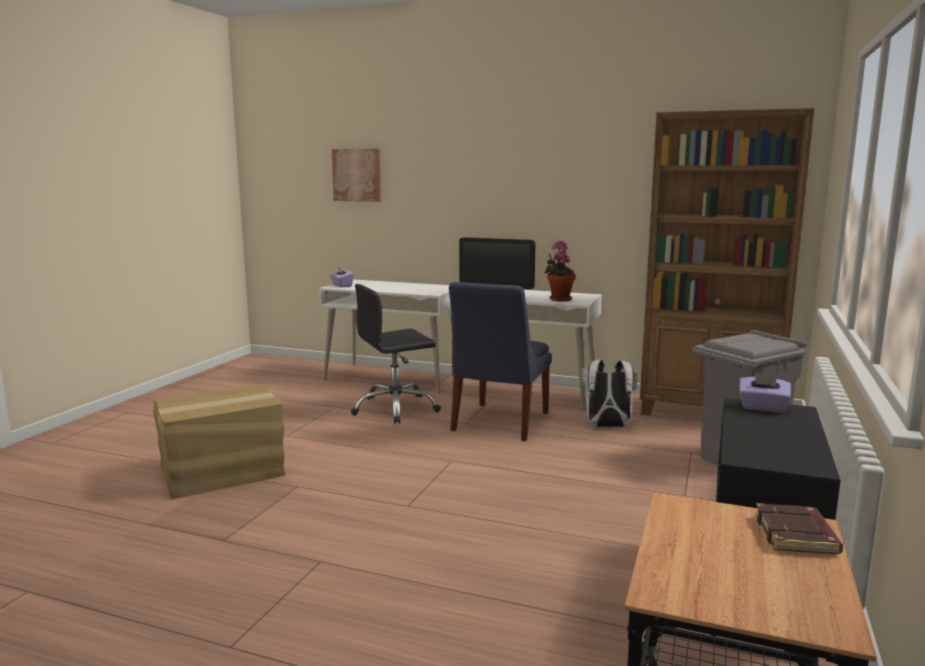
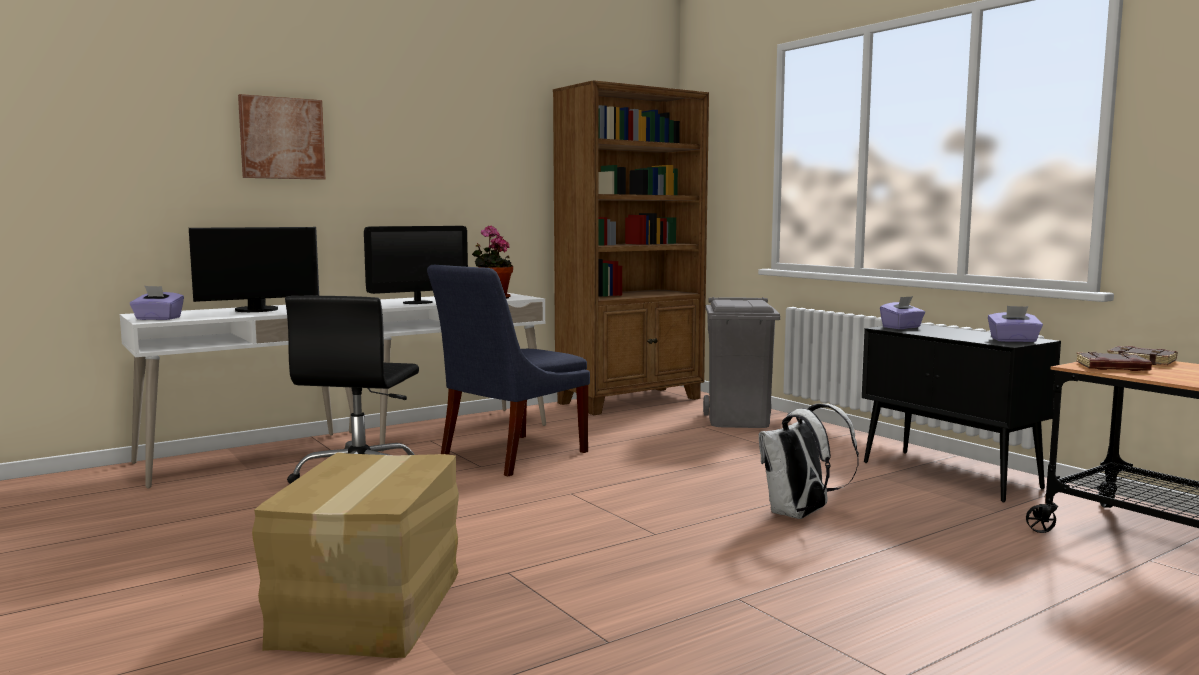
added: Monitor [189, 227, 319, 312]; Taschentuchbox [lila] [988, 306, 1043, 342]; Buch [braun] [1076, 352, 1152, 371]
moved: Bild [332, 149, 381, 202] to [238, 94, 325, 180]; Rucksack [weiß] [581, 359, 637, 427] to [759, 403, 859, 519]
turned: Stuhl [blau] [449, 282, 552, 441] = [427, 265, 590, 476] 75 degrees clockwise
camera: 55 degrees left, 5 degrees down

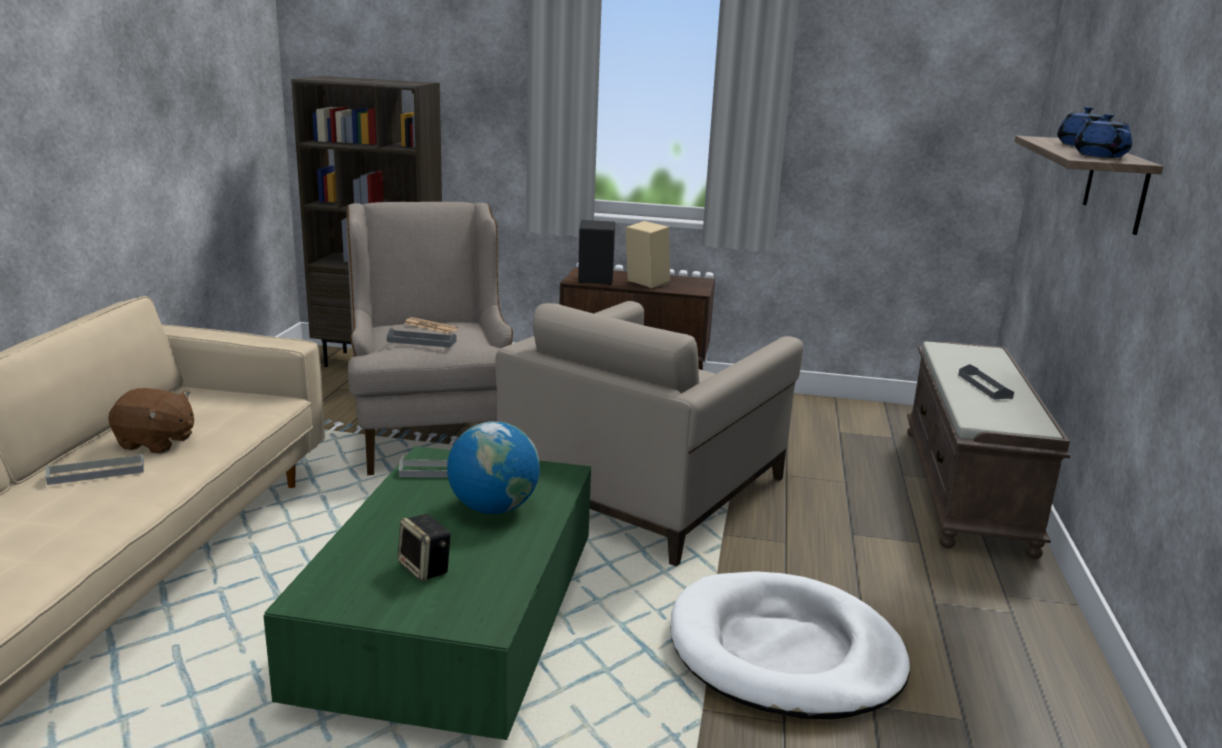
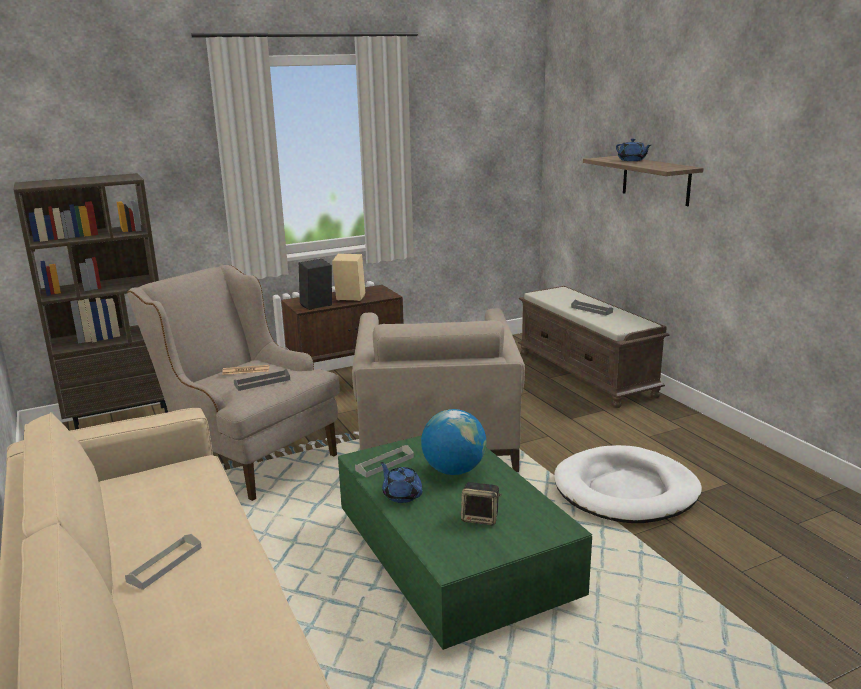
removed: Plüschtier [braun] [108, 388, 194, 454]
moved: Teekanne [blau] [1074, 114, 1132, 158] to [380, 462, 423, 503]
camera: 35 degrees left, 0 degrees up

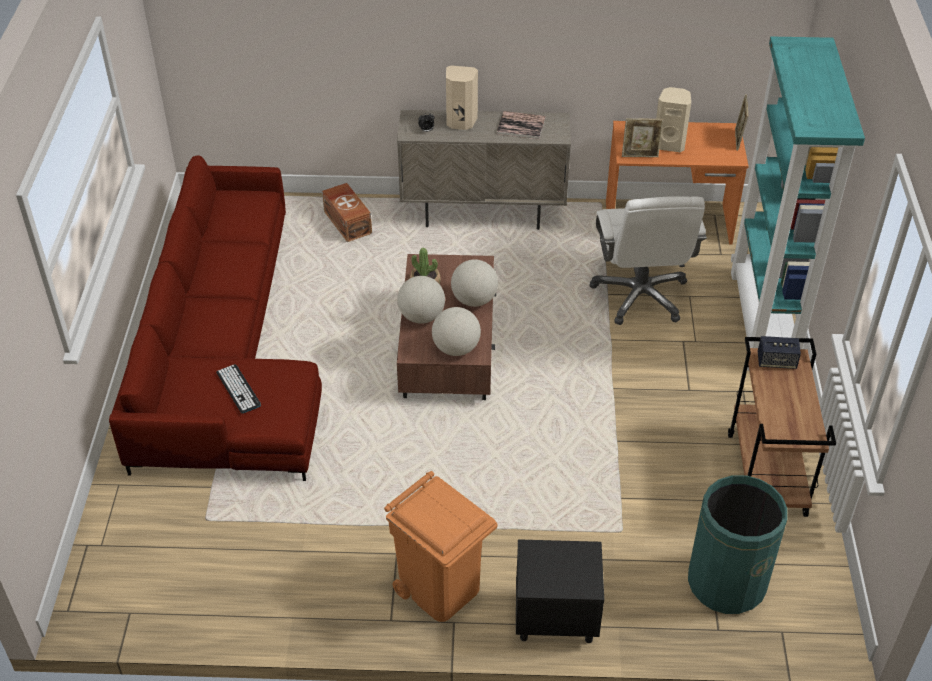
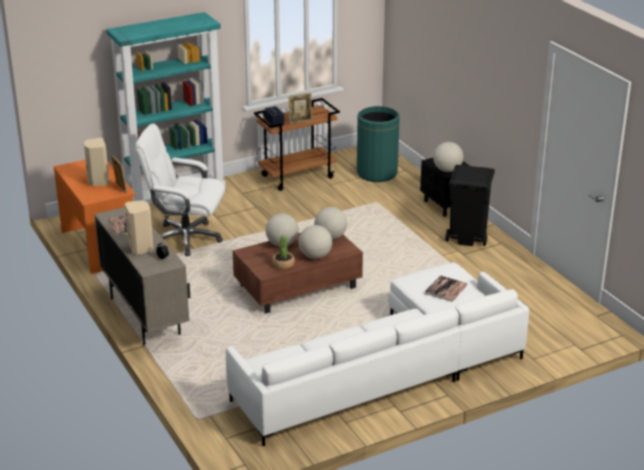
removed: Aufbewahrungsbox [braun] [322, 183, 372, 242]
added: Globus [433, 142, 464, 172]
moved: Bilderrahmen [735, 94, 748, 151] to [289, 93, 312, 124]
replaced: Tastatur [216, 364, 261, 413] to Buch [425, 276, 468, 302]
recoloured: Sofa [rot] [109, 155, 322, 481] to Sofa [weiß] [226, 262, 529, 446]; Mülleimer [orange] [384, 471, 498, 622] to Mülleimer [schwarz] [446, 165, 495, 246]
turned: Bürostuhl [weiß] [589, 197, 707, 325] = [135, 124, 225, 256] 135 degrees counterclockwise
camera: 120 degrees left, 15 degrees down

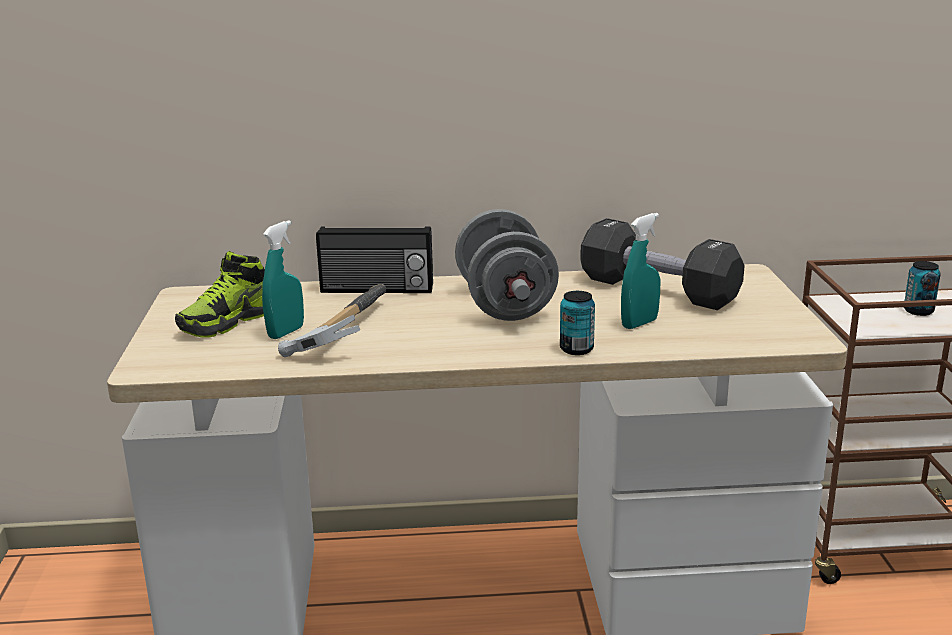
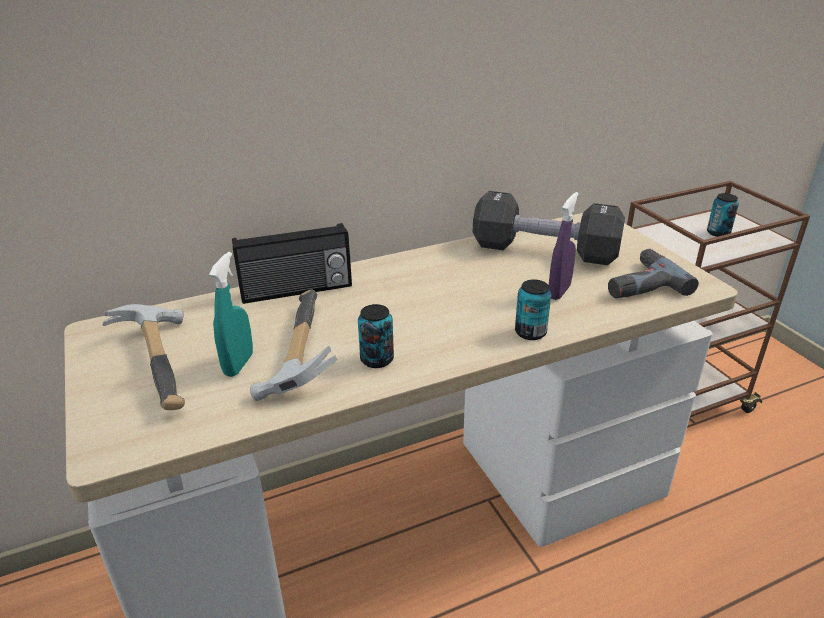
removed: Hantel [grau] [455, 209, 559, 321]
added: Dose [358, 304, 394, 368]; Bohrmaschine [608, 249, 699, 298]
replaced: Schuh [175, 251, 265, 338] to Hammer [102, 304, 185, 410]
recoloured: Sprühflasche [türkis] [621, 213, 660, 329] to Sprühflasche [lila] [549, 192, 579, 300]
camera: 20 degrees left, 10 degrees up

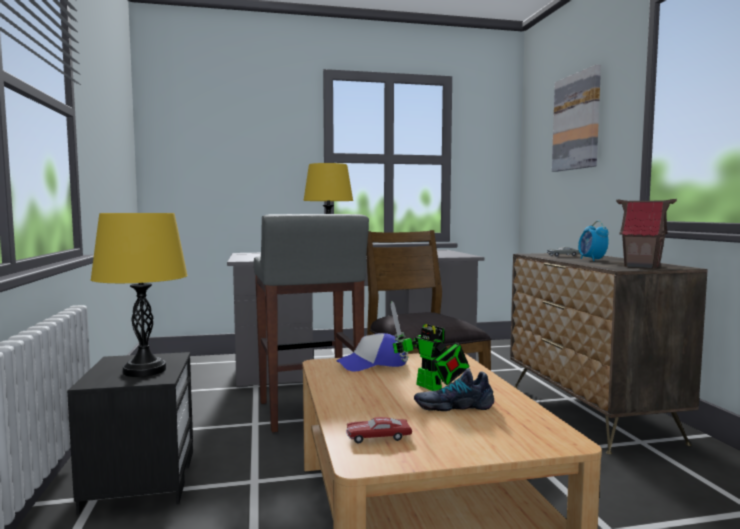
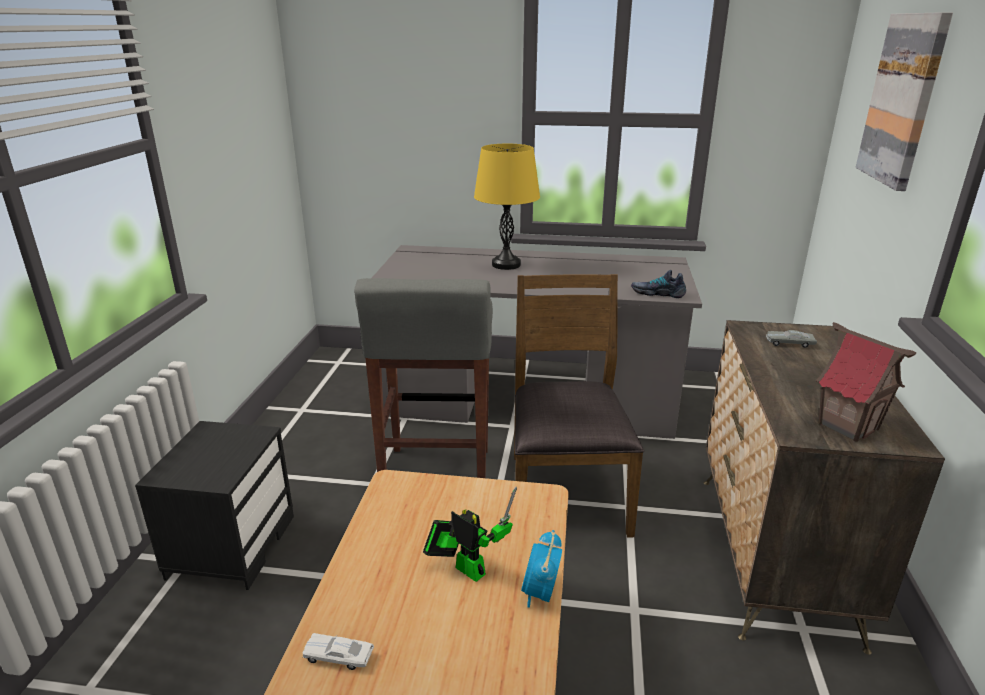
removed: Tischlampe [gelb] [90, 213, 188, 377]; Kappe [337, 333, 406, 372]
moved: Schuh [414, 368, 494, 411] to [631, 270, 686, 298]; Wecker [578, 221, 609, 261] to [521, 530, 562, 608]
recoloured: Spielzeugauto [rot] [346, 417, 412, 444] to Spielzeugauto [weiß] [303, 633, 374, 670]
turned: Spielzeugroboter [390, 301, 469, 391] = [423, 486, 517, 582] 150 degrees clockwise
camera: 20 degrees right, 20 degrees up

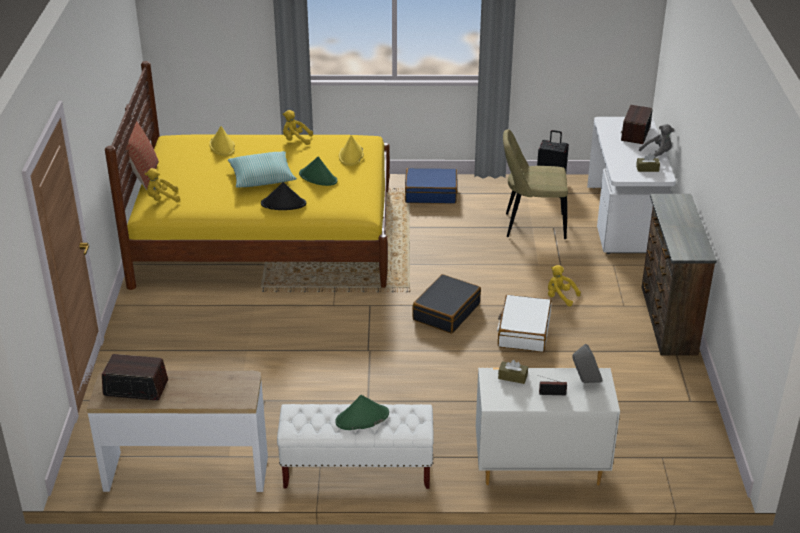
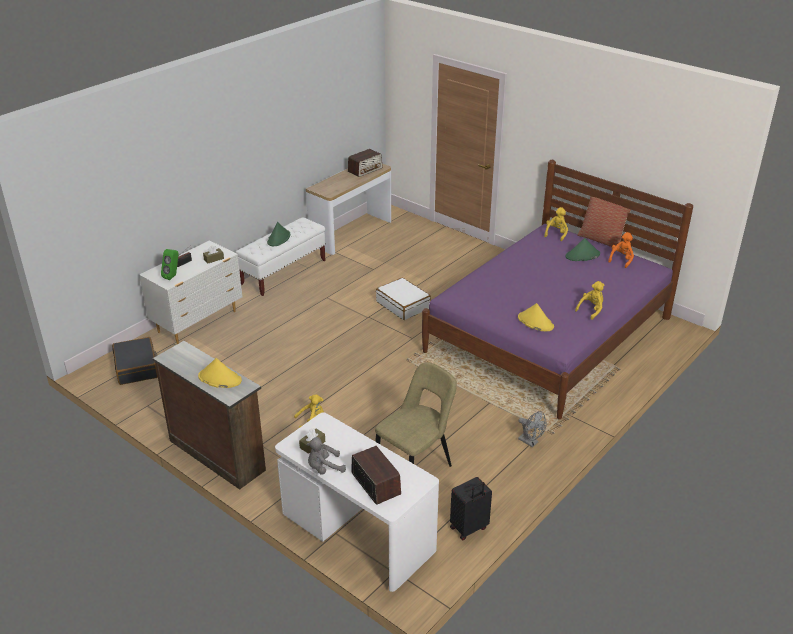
removed: Kissen [228, 151, 297, 188]; Hut [schwarz] [261, 182, 306, 210]
added: Plüschtier [orange] [608, 232, 634, 268]
moved: Hut [gelb] [209, 126, 235, 156] to [198, 358, 242, 388]; Hut [grün] [299, 157, 338, 186] to [566, 238, 600, 261]; Koffer [schwarz] [412, 274, 481, 334] to [112, 337, 158, 385]; Koffer [weiß] [497, 295, 551, 352] to [376, 278, 431, 320]
replaced: Koffer [blau] [405, 168, 458, 204] to Ventilator [grau] [518, 411, 547, 447]
recoloured: Bett [gelb] [105, 61, 390, 290] to Bett [lila] [422, 160, 693, 419]; Lautsprecher [grau] [572, 344, 602, 383] to Lautsprecher [grün] [161, 249, 179, 280]
turned: Plüschtier [grau] [639, 124, 674, 158] = [307, 437, 346, 475] 45 degrees clockwise
camera: 130 degrees right, 0 degrees up

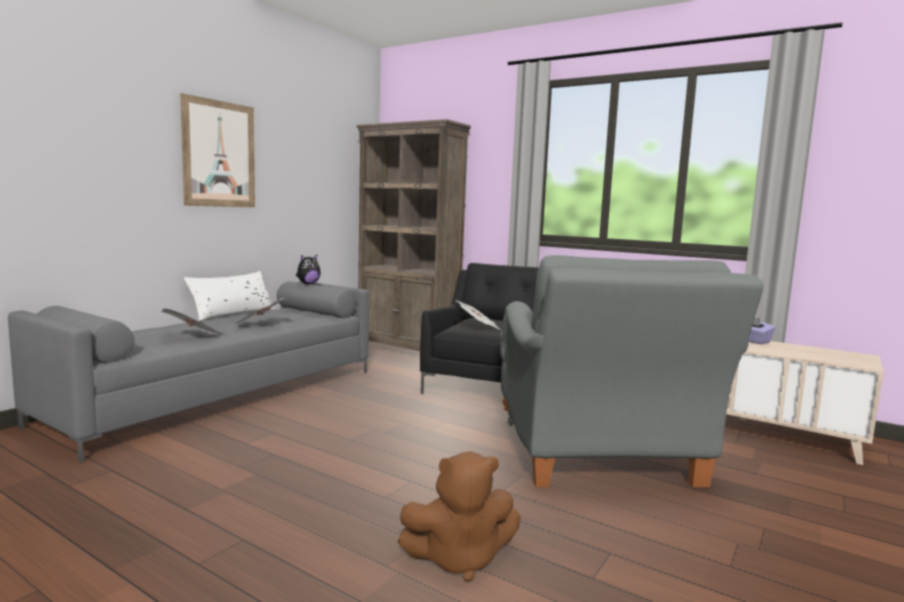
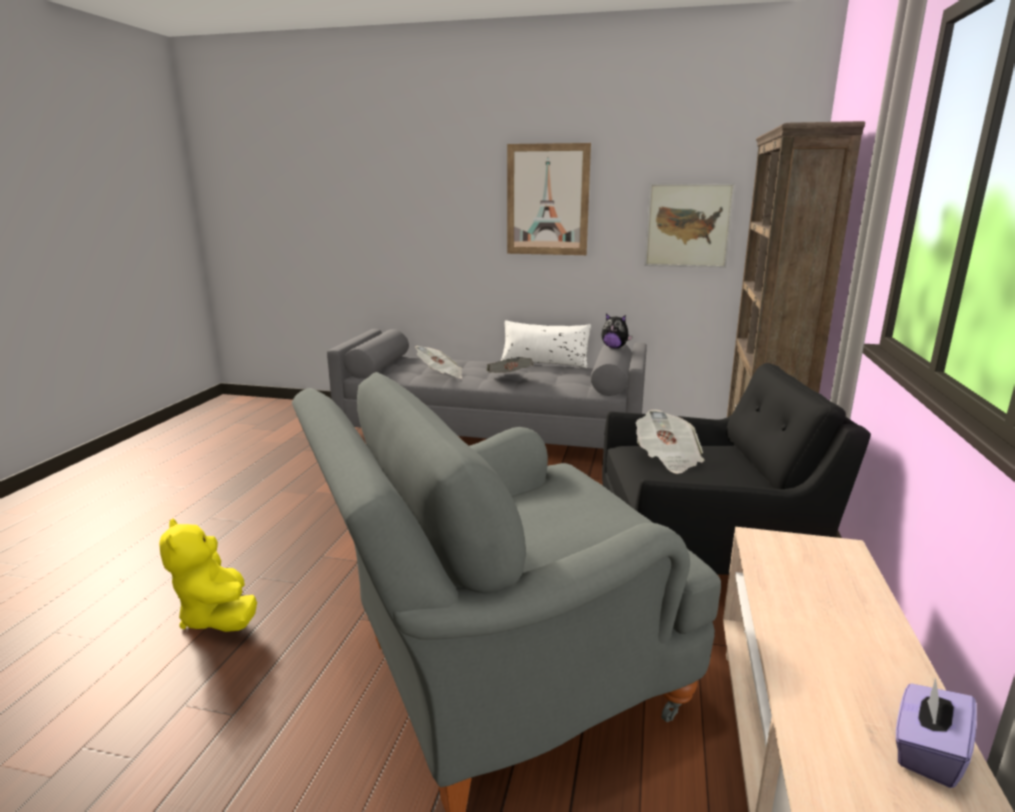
added: Bild [644, 183, 735, 268]
recoloured: Plüschtier [braun] [398, 451, 521, 582] to Plüschtier [gelb] [159, 519, 257, 632]
camera: 70 degrees right, 10 degrees up

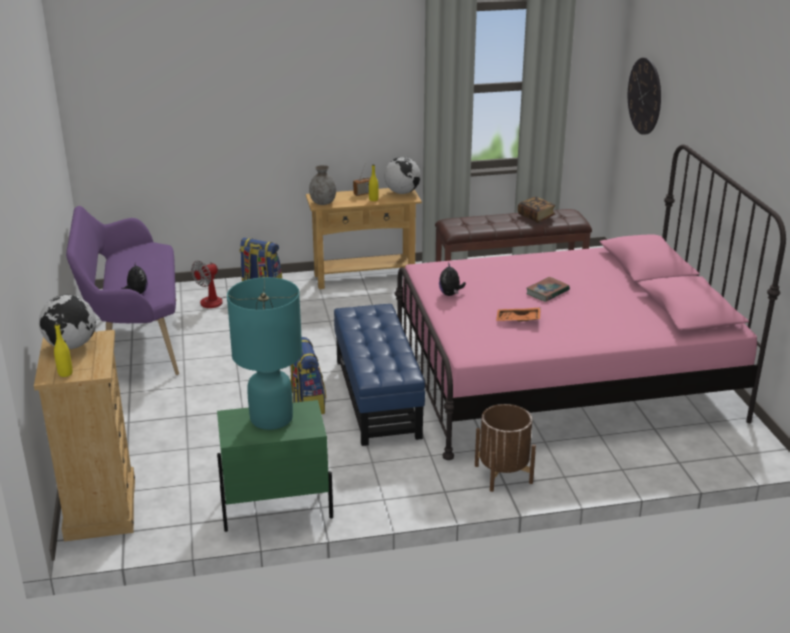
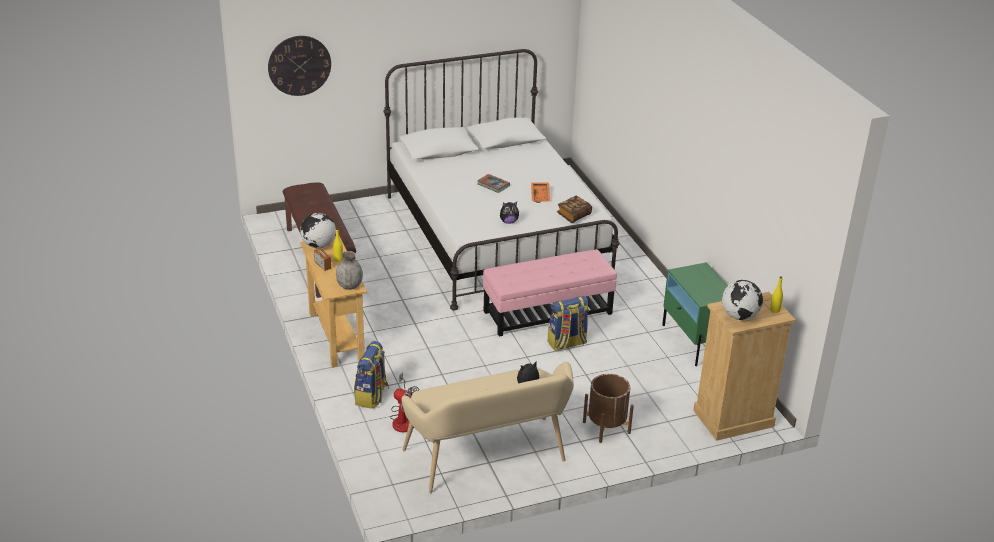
removed: Tischlampe [türkis] [227, 277, 302, 430]
moved: Pflanzkübel [braun] [475, 404, 536, 492] to [583, 374, 634, 443]; Buch [518, 196, 555, 223] to [557, 196, 592, 223]
recoloured: Bank [lila] [66, 206, 179, 375] to Bank [beige] [402, 362, 574, 493]; Polsterhocker [blau] [334, 304, 425, 446] to Polsterhocker [rosa] [483, 249, 617, 337]; Bett [rosa] [395, 144, 786, 460] to Bett [weiß] [383, 49, 619, 310]
camera: 100 degrees left, 5 degrees up

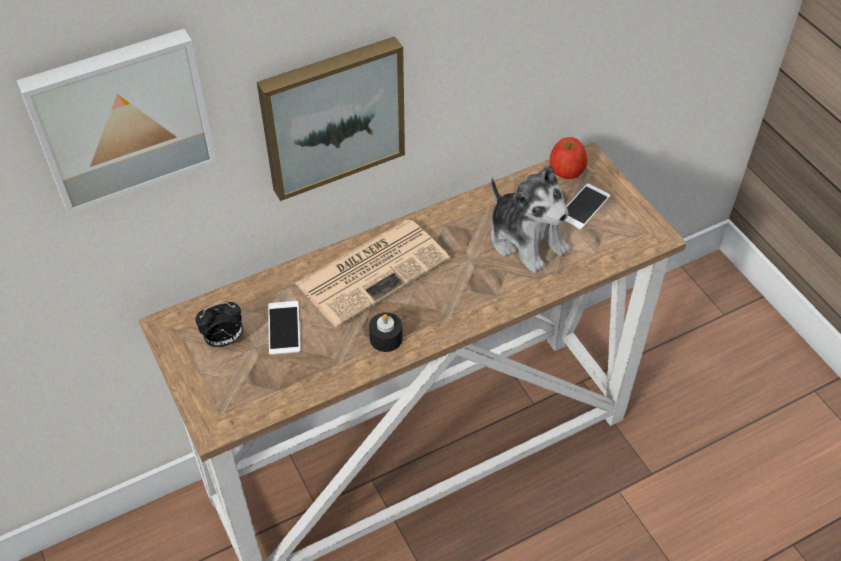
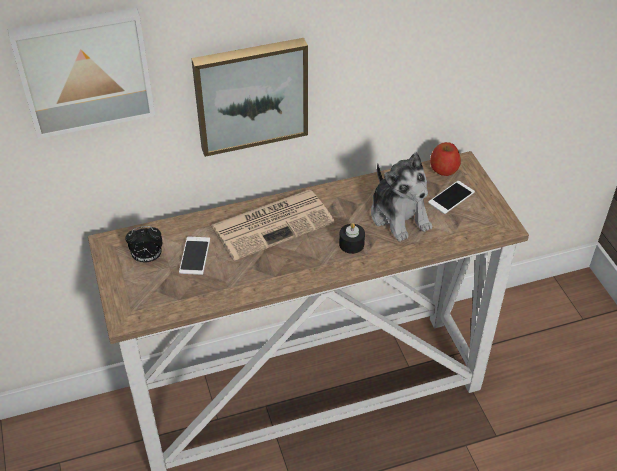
moved: Kerze [schwarz] [369, 312, 403, 352] to [339, 223, 365, 254]
camera: 10 degrees right, 5 degrees down

